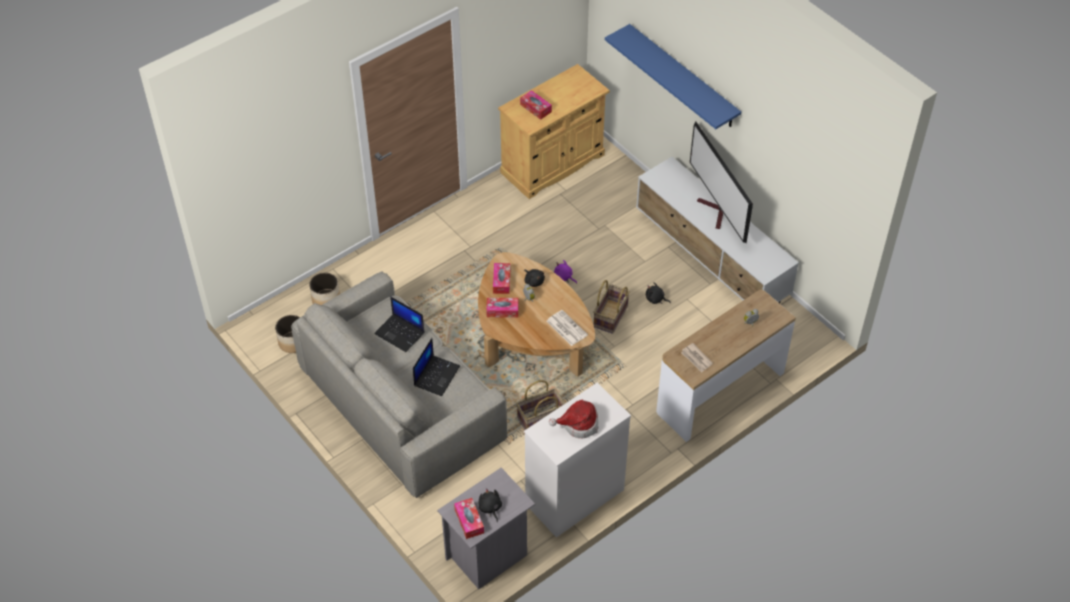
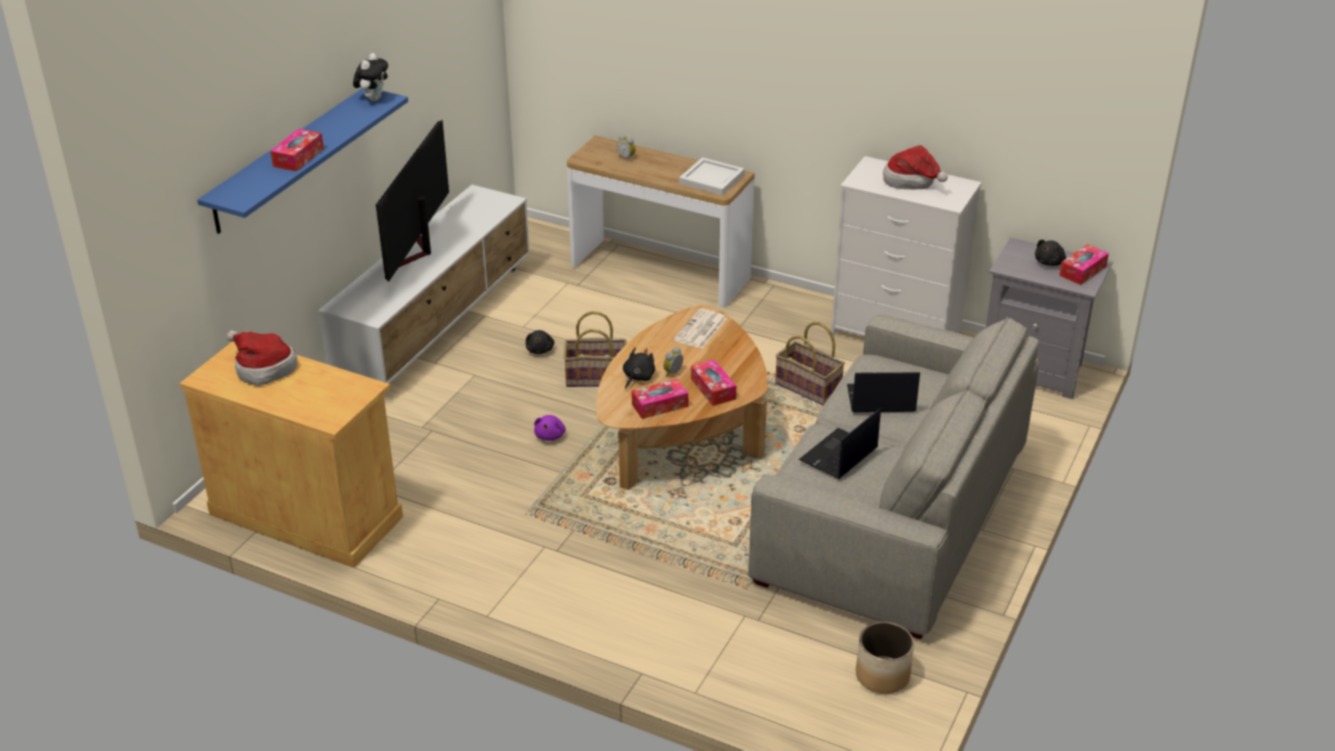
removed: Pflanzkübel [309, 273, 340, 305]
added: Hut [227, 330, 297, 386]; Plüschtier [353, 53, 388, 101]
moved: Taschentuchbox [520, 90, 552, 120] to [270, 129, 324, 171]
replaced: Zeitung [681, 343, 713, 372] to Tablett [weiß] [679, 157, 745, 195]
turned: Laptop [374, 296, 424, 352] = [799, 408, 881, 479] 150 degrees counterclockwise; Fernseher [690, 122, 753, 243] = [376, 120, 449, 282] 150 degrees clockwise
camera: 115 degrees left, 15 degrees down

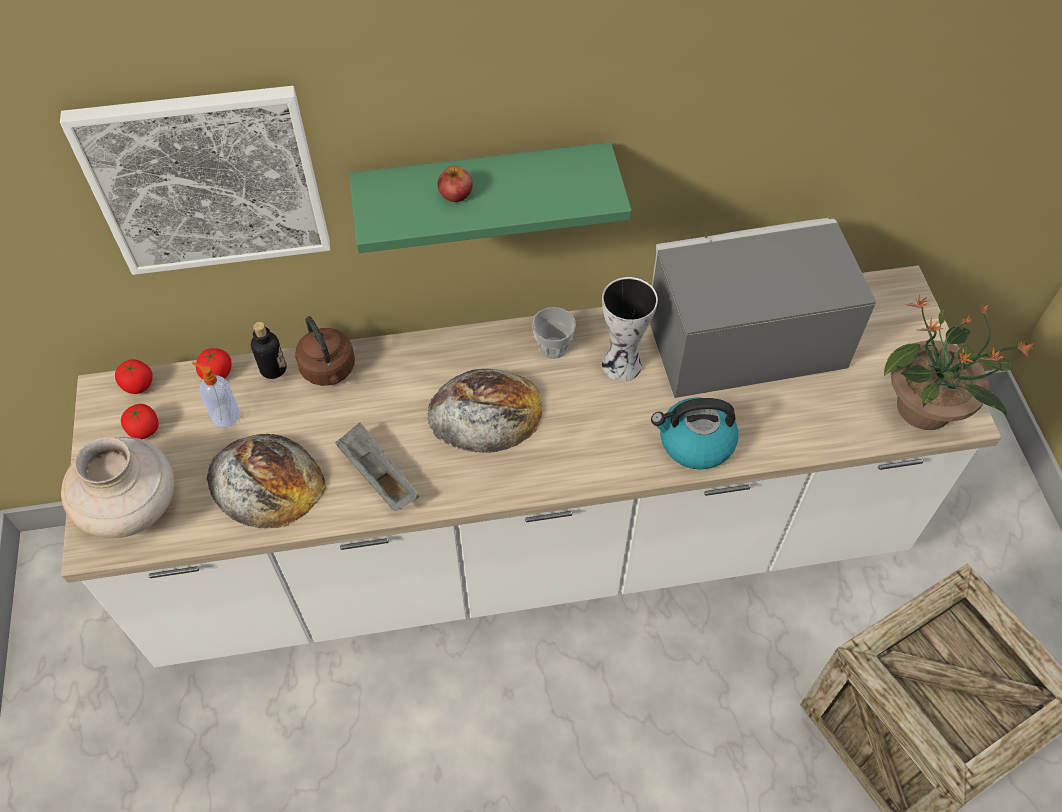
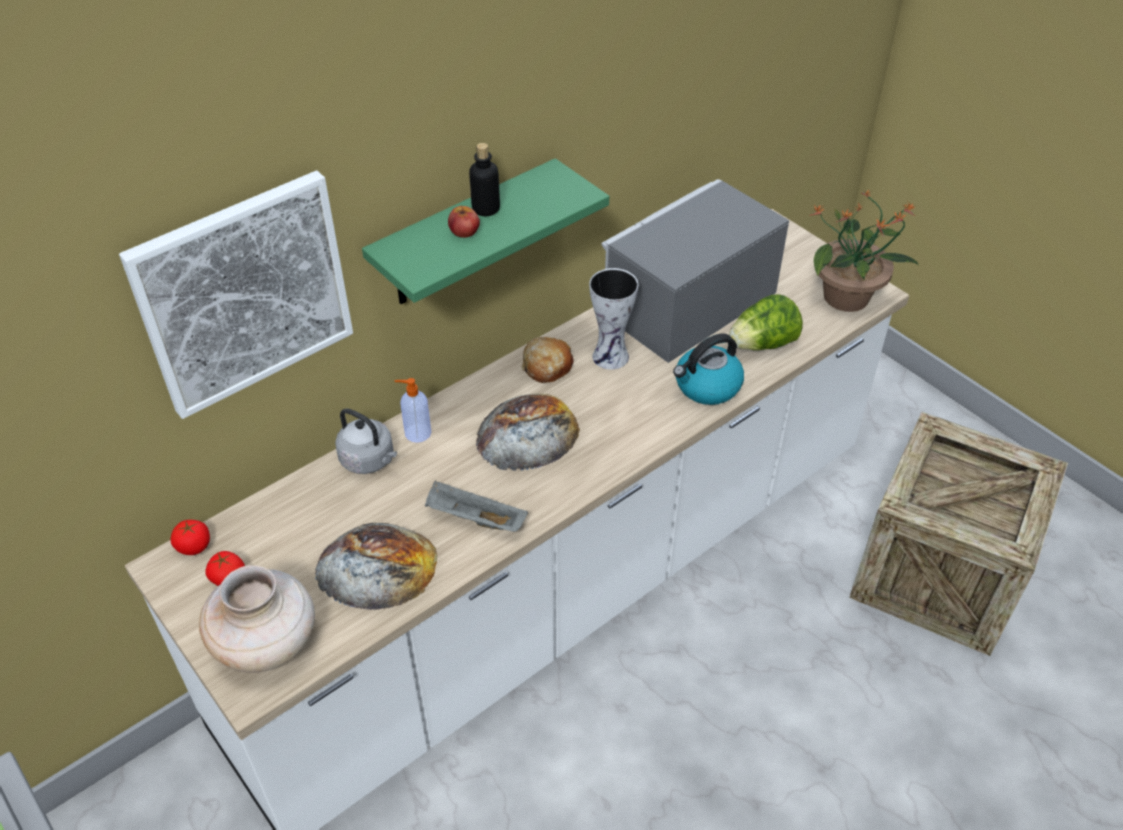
removed: Tomate [196, 348, 232, 380]
added: Salatkopf [729, 294, 803, 350]
moved: Seifenspender [192, 362, 240, 427] to [394, 378, 431, 443]; Flasche [251, 322, 287, 379] to [469, 143, 500, 216]
replaced: Tasse [532, 307, 576, 359] to Brot [522, 337, 574, 383]
recoloured: Wasserkessel [braun] [295, 316, 355, 386] to Wasserkessel [grau] [335, 408, 397, 474]
camera: 30 degrees left, 10 degrees down

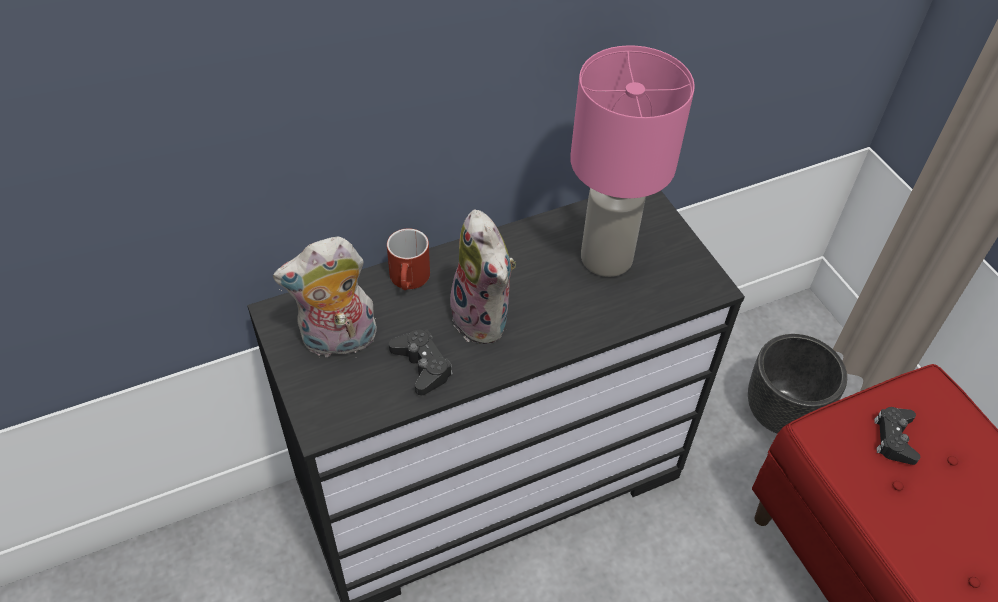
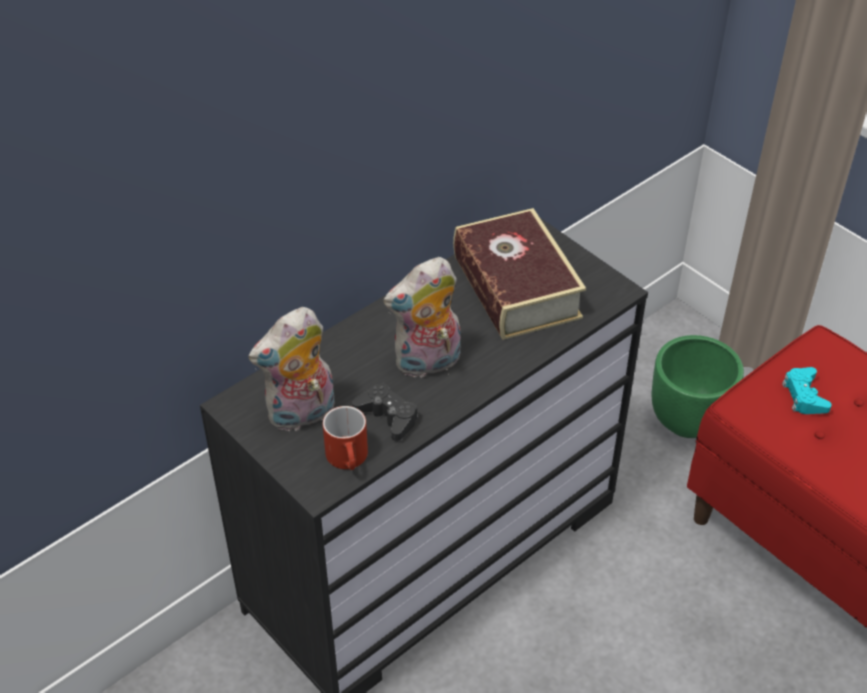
moved: Henkelbecher [rot] [387, 228, 430, 290] to [323, 406, 368, 470]
replaced: Tischlampe [rosa] [570, 45, 695, 277] to Buch [453, 208, 586, 340]
recoloured: Pflanzkübel [schwarz] [748, 334, 847, 434] to Pflanzkübel [grün] [651, 335, 744, 438]; Gamepad [schwarz] [874, 407, 920, 465] to Gamepad [türkis] [782, 367, 832, 414]
turned: Plüschtier [447, 209, 516, 344] = [384, 257, 460, 378] 105 degrees clockwise
camera: 15 degrees left, 5 degrees down

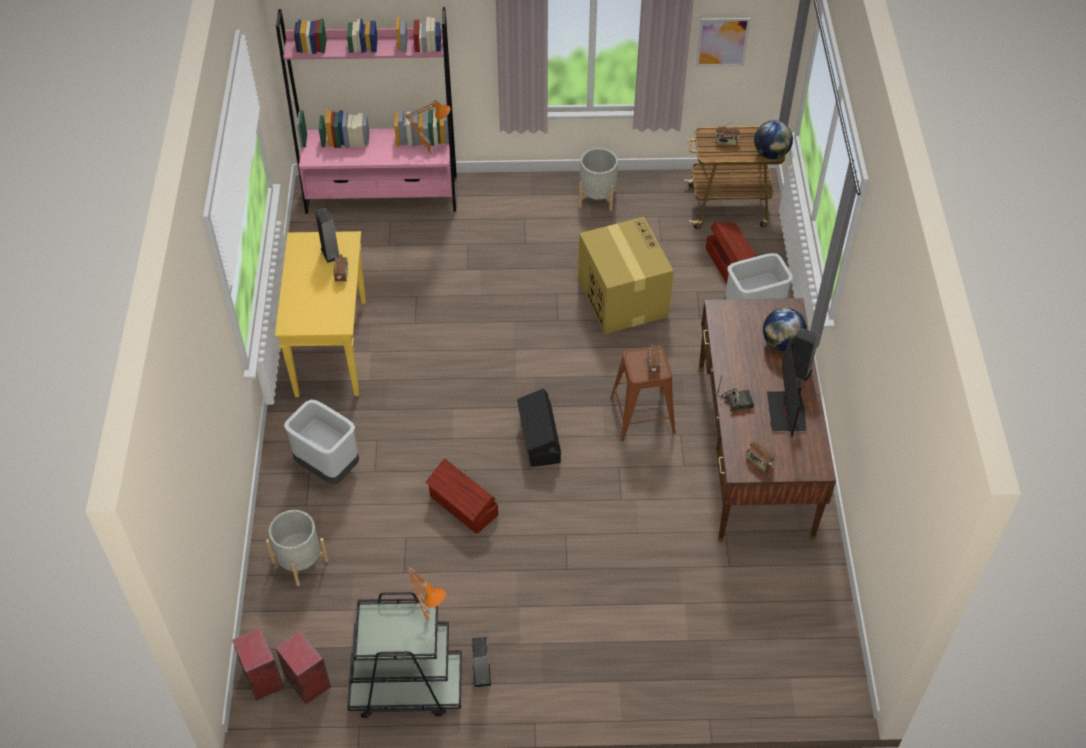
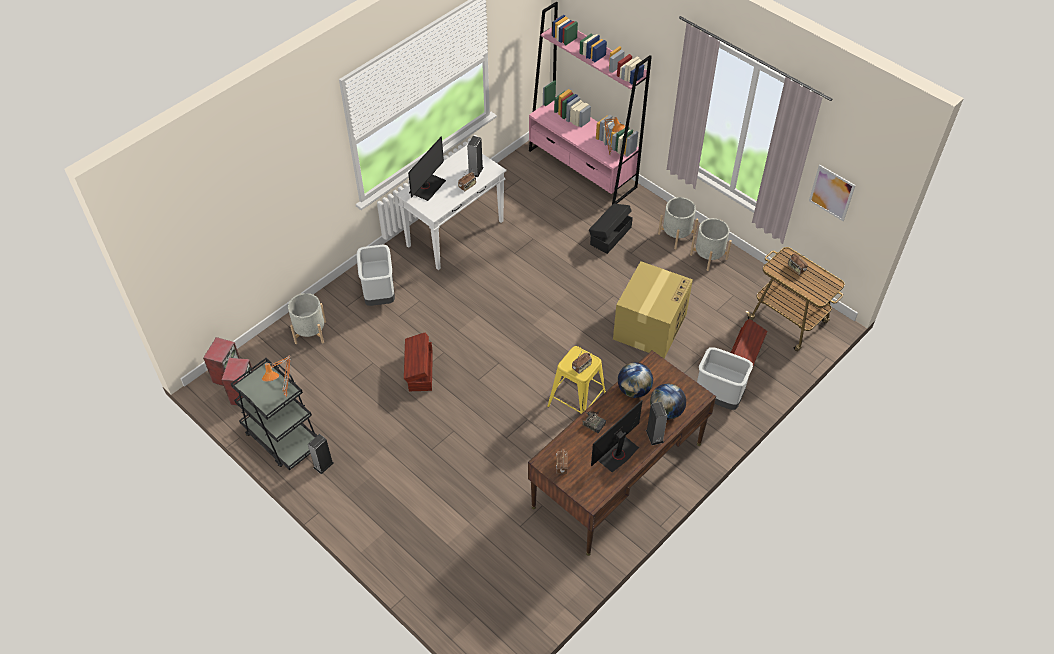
added: Monitor [408, 136, 446, 201]; Pflanzkübel [grau] [658, 197, 698, 249]
moved: Aufbewahrungsbox [schwarz] [517, 389, 561, 467] to [589, 204, 633, 254]; Globus [754, 120, 793, 159] to [618, 362, 653, 398]
recoloured: Konsolentisch [gelb] [275, 231, 366, 397] to Konsolentisch [weiß] [396, 145, 507, 270]; Hocker [braun] [610, 346, 675, 441] to Hocker [gelb] [547, 346, 606, 414]
camera: 45 degrees right, 0 degrees up

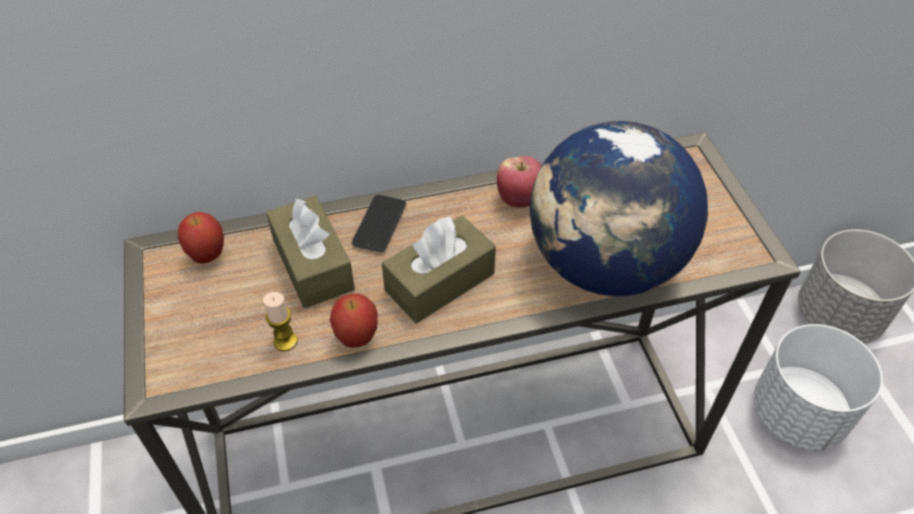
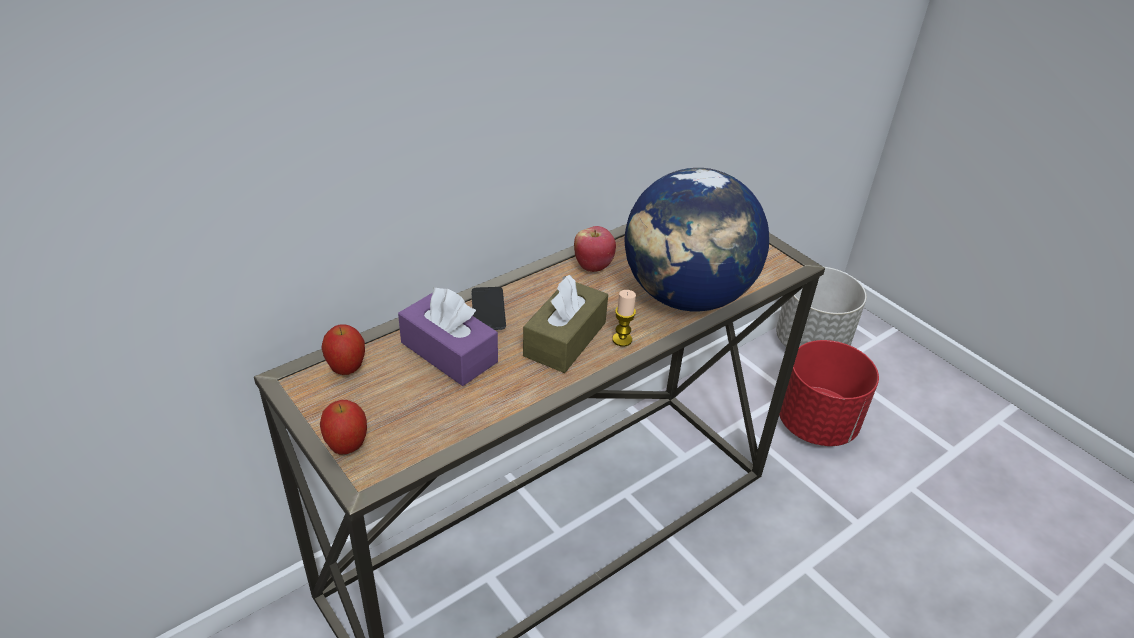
moved: Kerze [263, 292, 298, 351] to [612, 290, 636, 347]; Apfel [330, 294, 378, 348] to [320, 400, 367, 455]
recoloured: Taschentuchbox [braun] [266, 196, 355, 308] to Taschentuchbox [lila] [398, 287, 498, 386]; Pflanzkübel [weiß] [754, 324, 883, 450] to Pflanzkübel [rot] [779, 340, 879, 446]
camera: 25 degrees left, 10 degrees down

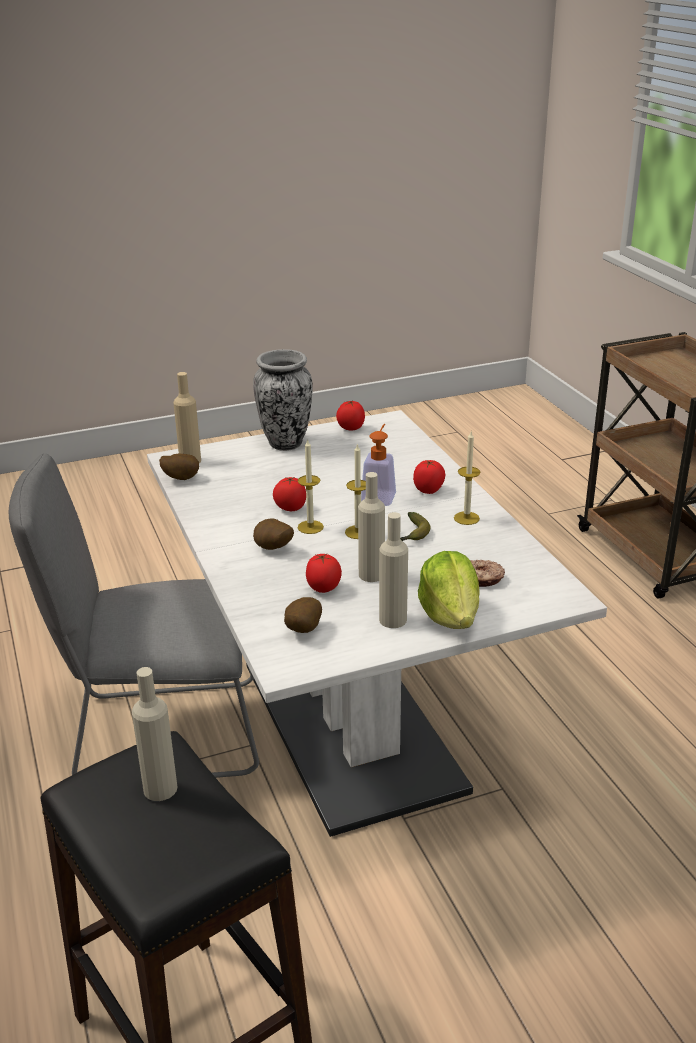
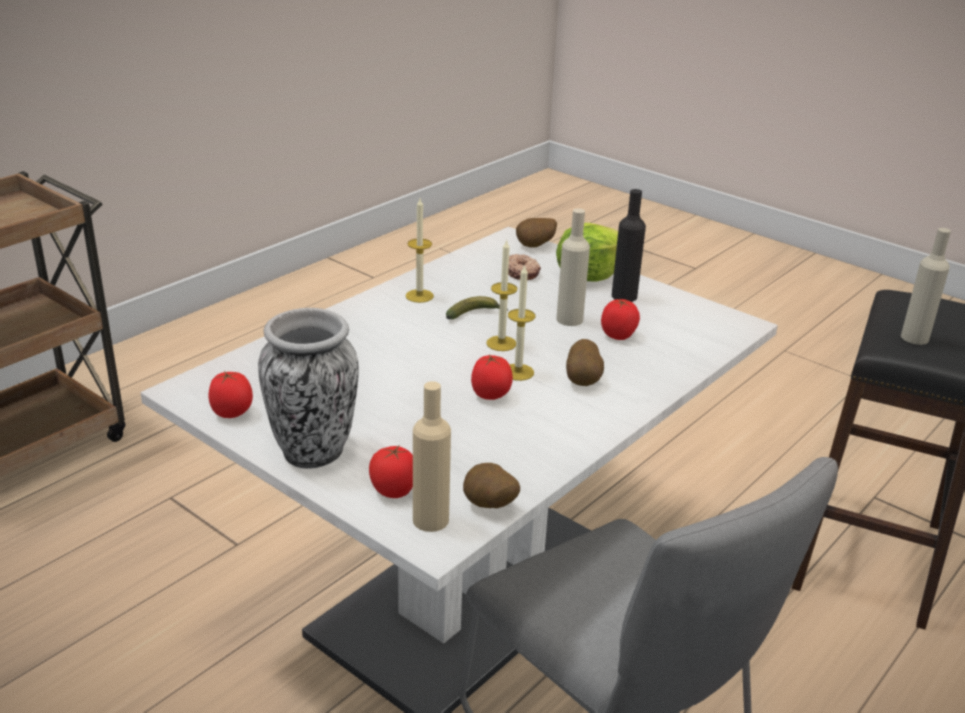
removed: Seifenspender [361, 424, 396, 506]
moved: Kartoffel [284, 597, 322, 633] to [516, 218, 557, 248]; Tomate [413, 460, 445, 494] to [369, 446, 413, 498]
recoloured: Flasche [beige] [379, 512, 408, 628] to Flasche [schwarz] [612, 189, 646, 302]
camera: 120 degrees left, 0 degrees up

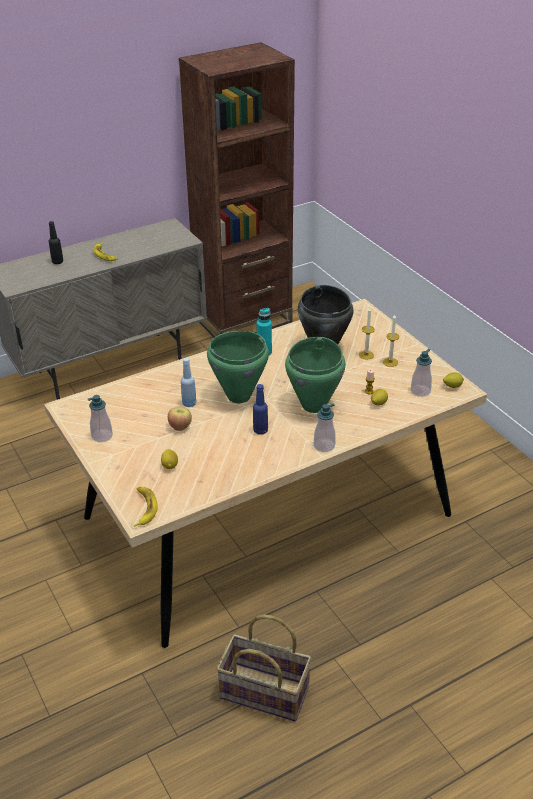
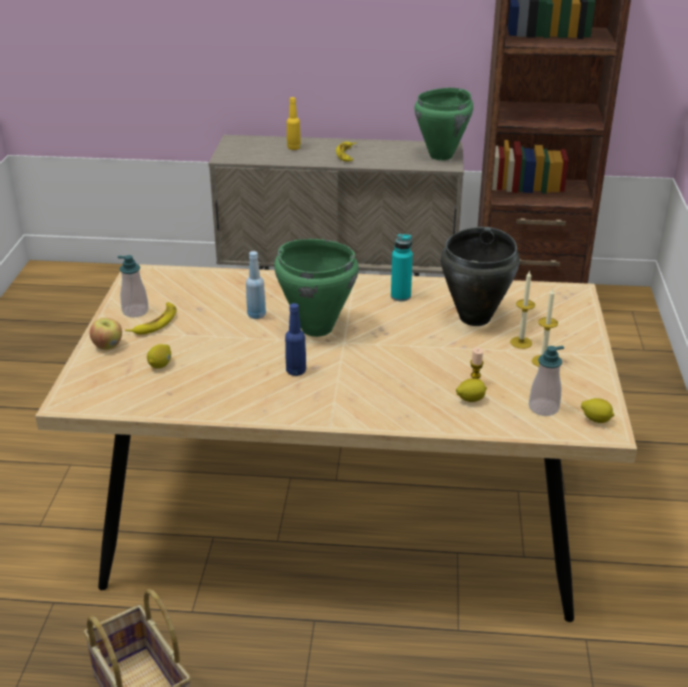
removed: Seifenspender [314, 404, 336, 452]
moved: Banane [134, 487, 157, 527] to [125, 302, 177, 334]; Apfel [168, 407, 192, 431] to [90, 318, 122, 350]; Kochtopf [grün] [285, 337, 345, 413] to [414, 88, 473, 160]
recoloured: Flasche [schwarz] [49, 221, 63, 264] to Flasche [gelb] [287, 97, 301, 150]
camera: 35 degrees right, 5 degrees down

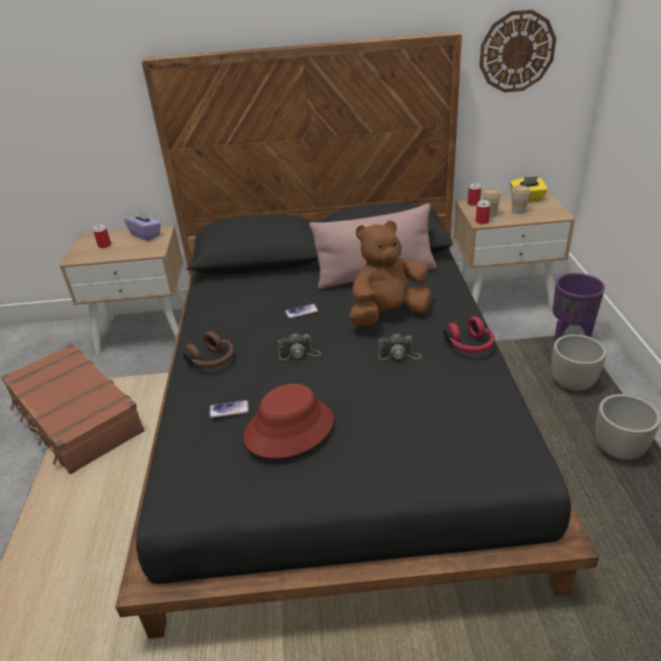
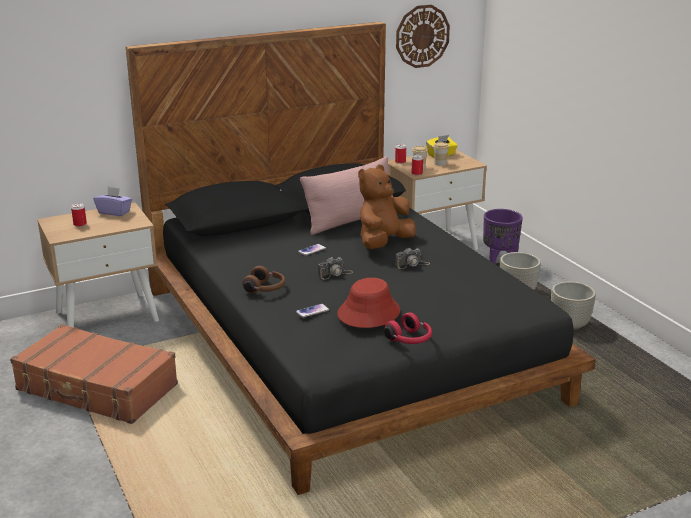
moved: Kopfhörer [rot] [444, 316, 495, 353] to [384, 312, 432, 344]
camera: 25 degrees left, 10 degrees down

